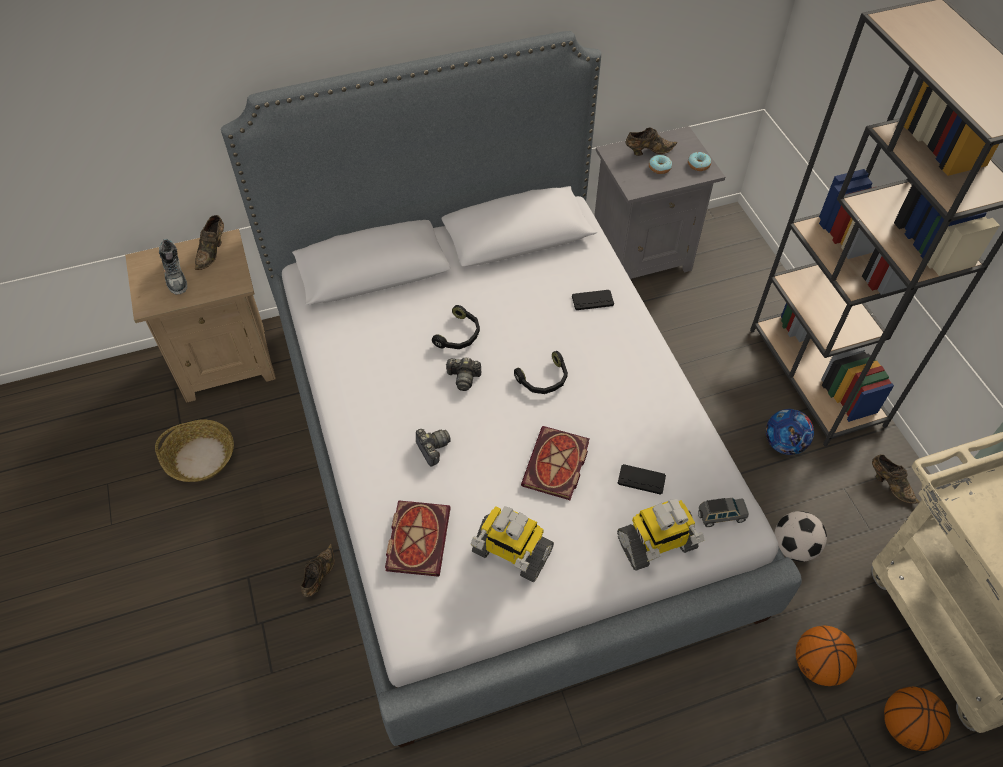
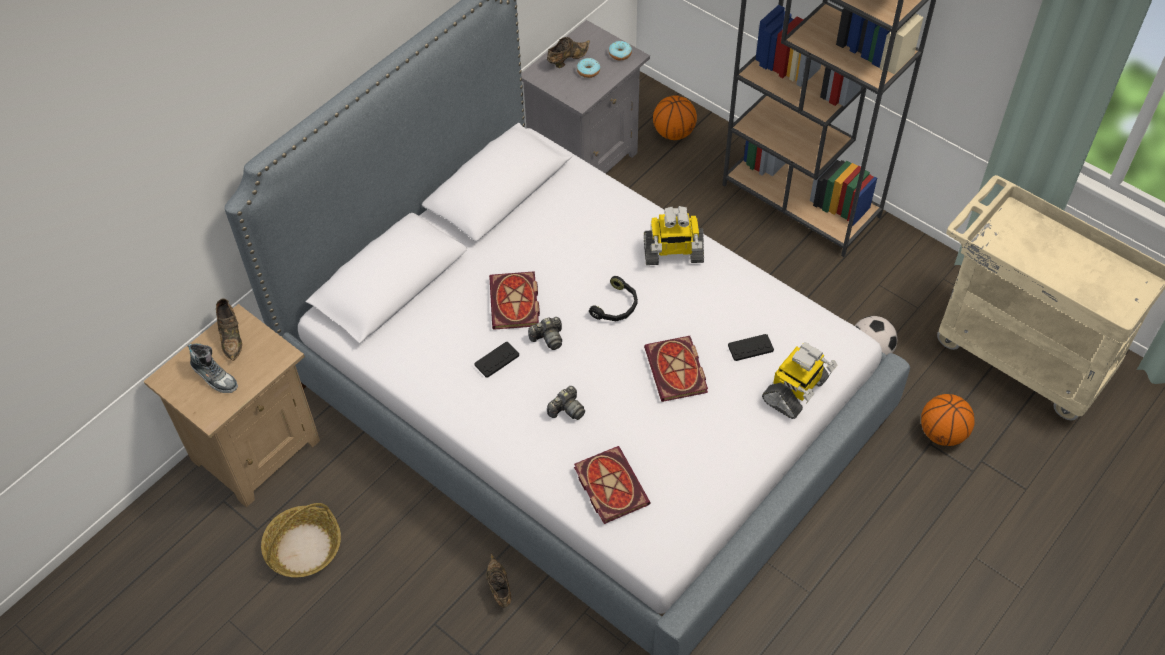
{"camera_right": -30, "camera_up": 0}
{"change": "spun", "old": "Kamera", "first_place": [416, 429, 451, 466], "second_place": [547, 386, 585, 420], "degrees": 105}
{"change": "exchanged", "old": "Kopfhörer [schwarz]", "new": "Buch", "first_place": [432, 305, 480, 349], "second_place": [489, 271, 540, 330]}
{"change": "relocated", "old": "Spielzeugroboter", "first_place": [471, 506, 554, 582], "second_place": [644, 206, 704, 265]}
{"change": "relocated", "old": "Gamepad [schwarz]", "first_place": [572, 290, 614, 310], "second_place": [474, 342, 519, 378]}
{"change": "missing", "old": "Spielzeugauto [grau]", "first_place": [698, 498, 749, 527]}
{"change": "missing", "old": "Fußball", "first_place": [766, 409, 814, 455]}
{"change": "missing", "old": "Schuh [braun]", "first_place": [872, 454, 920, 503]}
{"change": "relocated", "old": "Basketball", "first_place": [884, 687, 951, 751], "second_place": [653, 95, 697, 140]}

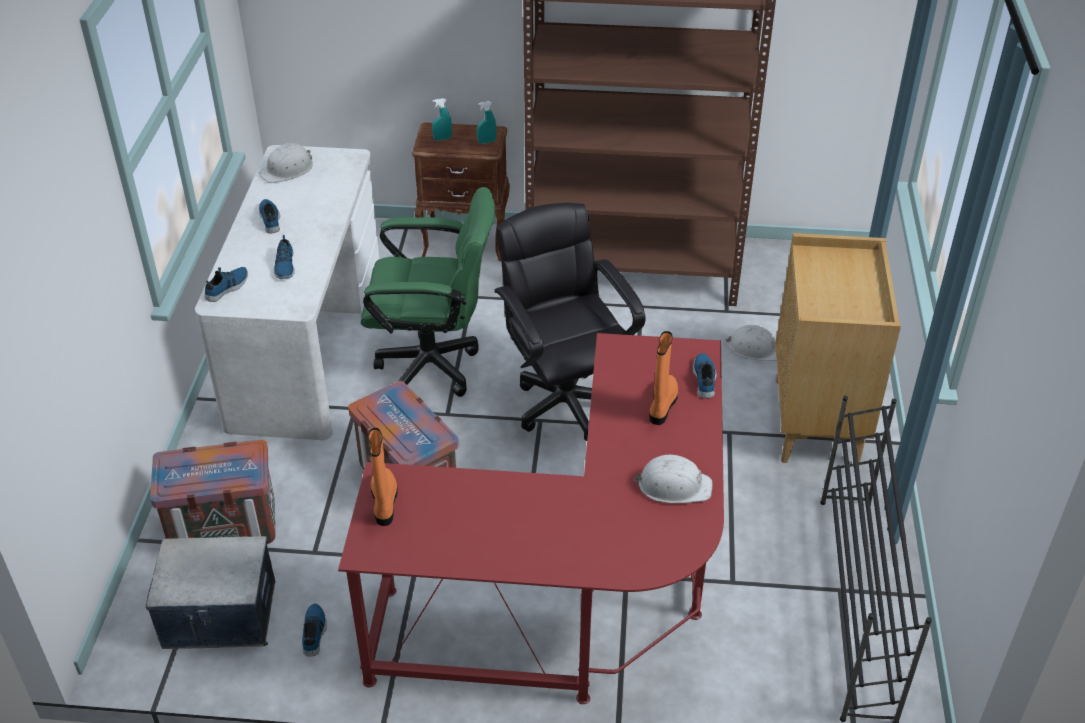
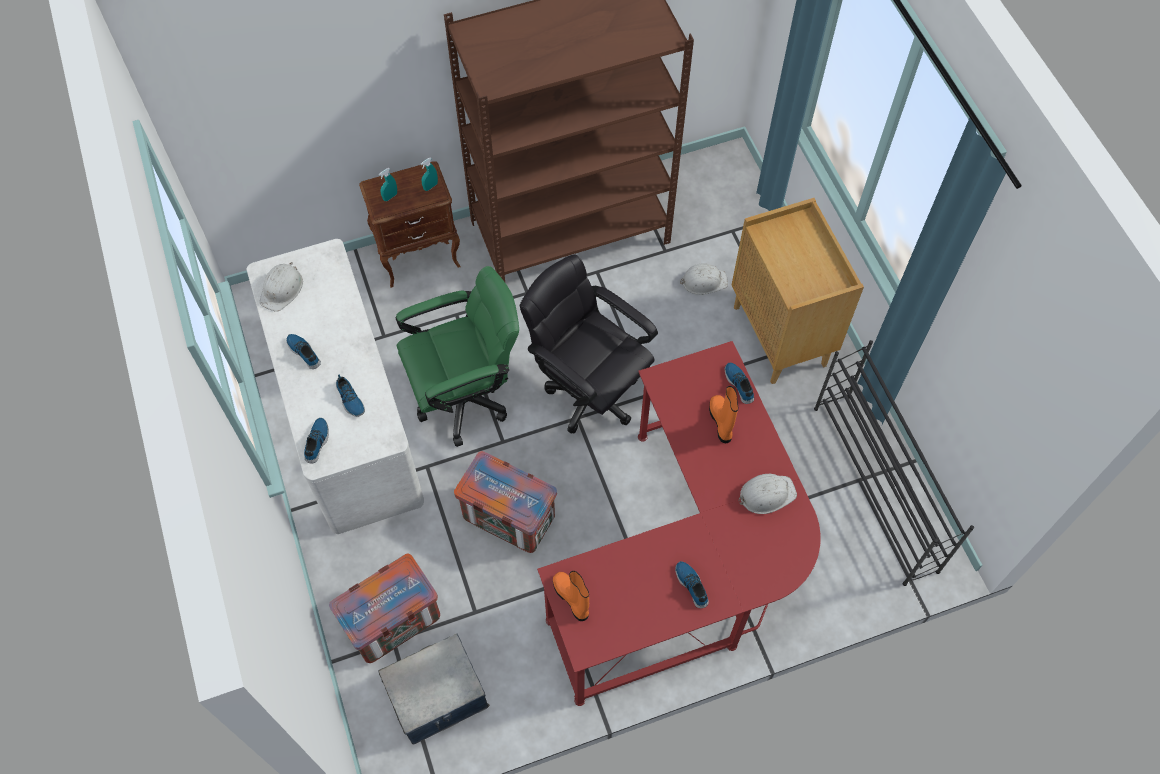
{"camera_right": -25, "camera_up": 20}
{"change": "relocated", "old": "Schuh", "first_place": [302, 603, 327, 657], "second_place": [675, 561, 709, 608]}

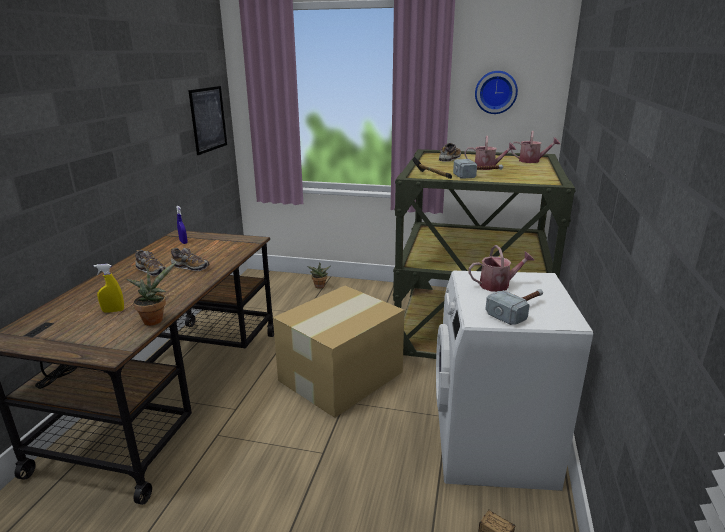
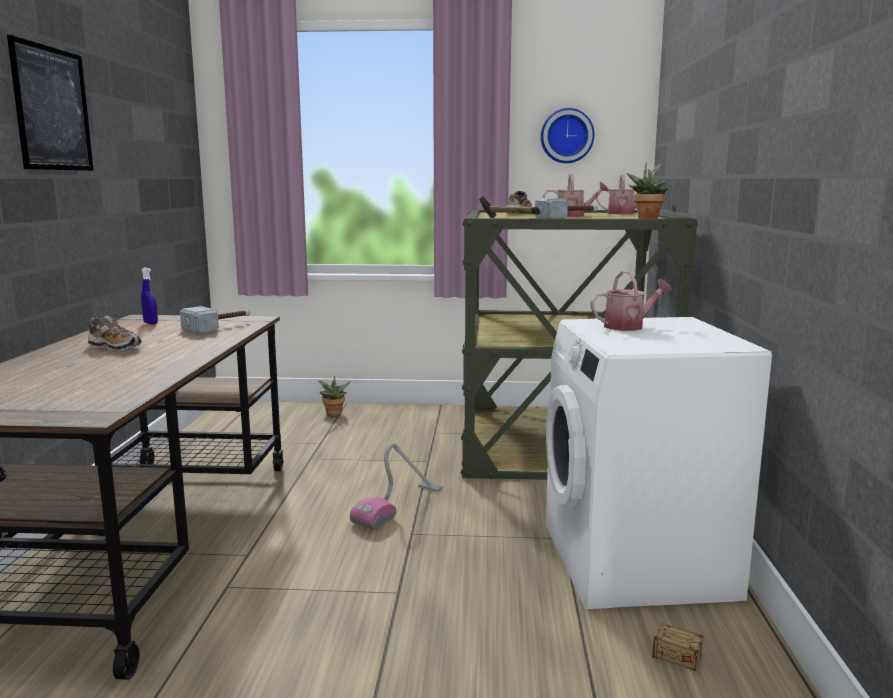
{"camera_right": -10, "camera_up": -10}
{"change": "missing", "old": "Sprühflasche [gelb]", "first_place": [94, 264, 124, 313]}
{"change": "relocated", "old": "Topfpflanze", "first_place": [126, 262, 176, 326], "second_place": [627, 163, 669, 219]}
{"change": "missing", "old": "Schuh", "first_place": [171, 248, 210, 271]}
{"change": "relocated", "old": "Bild", "first_place": [188, 86, 227, 155], "second_place": [7, 35, 94, 171]}
{"change": "exchanged", "old": "Karton", "new": "Staubsauger", "first_place": [273, 286, 404, 418], "second_place": [350, 443, 443, 530]}
{"change": "relocated", "old": "Hammer", "first_place": [485, 289, 543, 325], "second_place": [180, 306, 251, 334]}

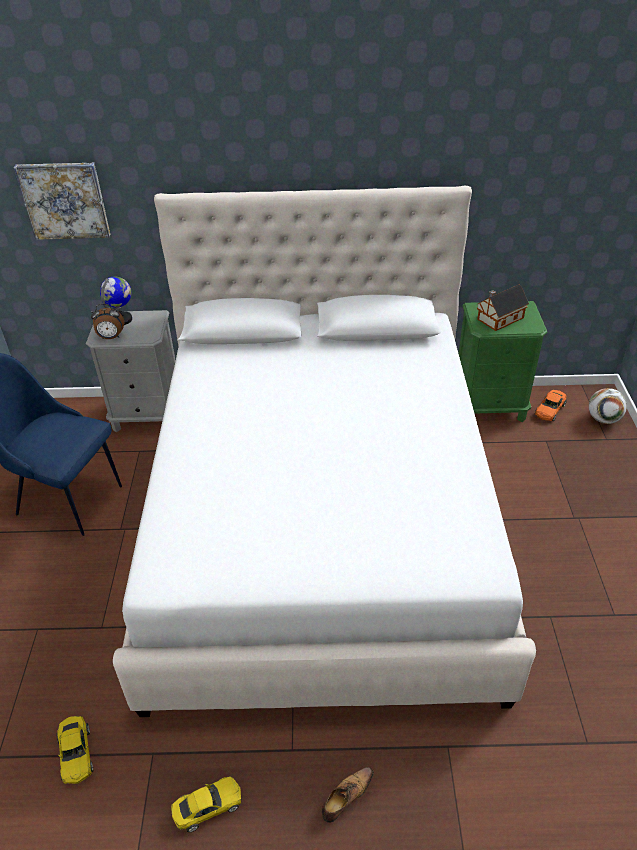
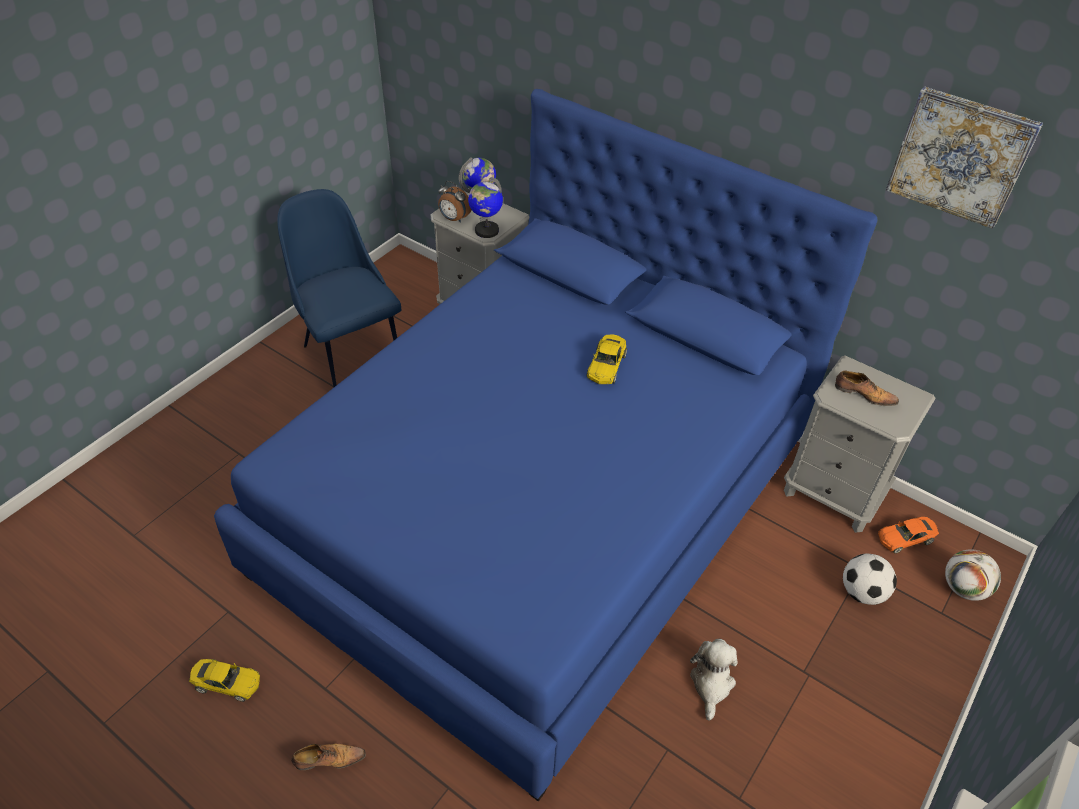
{"camera_right": 35, "camera_up": 5}
{"change": "relocated", "old": "Bild", "first_place": [14, 163, 110, 240], "second_place": [886, 86, 1043, 229]}
{"change": "relocated", "old": "Spielzeugauto [gelb]", "first_place": [57, 716, 93, 784], "second_place": [586, 334, 627, 384]}
{"change": "colour", "old": "Bett [weiß]", "new": "Bett [blau]", "first_place": [113, 186, 536, 717], "second_place": [214, 89, 877, 802]}
{"change": "colour", "old": "Nachttisch [grün]", "new": "Nachttisch [grau]", "first_place": [459, 301, 548, 422], "second_place": [784, 356, 936, 533]}
{"change": "exchanged", "old": "Spielzeughaus", "new": "Schuh", "first_place": [477, 285, 529, 331], "second_place": [835, 371, 899, 406]}
{"change": "appeared", "new": "Globus", "second_place": [468, 177, 503, 238]}
{"change": "appeared", "new": "Plüschtier", "second_place": [690, 639, 738, 721]}
{"change": "appeared", "new": "Fußball", "second_place": [843, 554, 897, 605]}

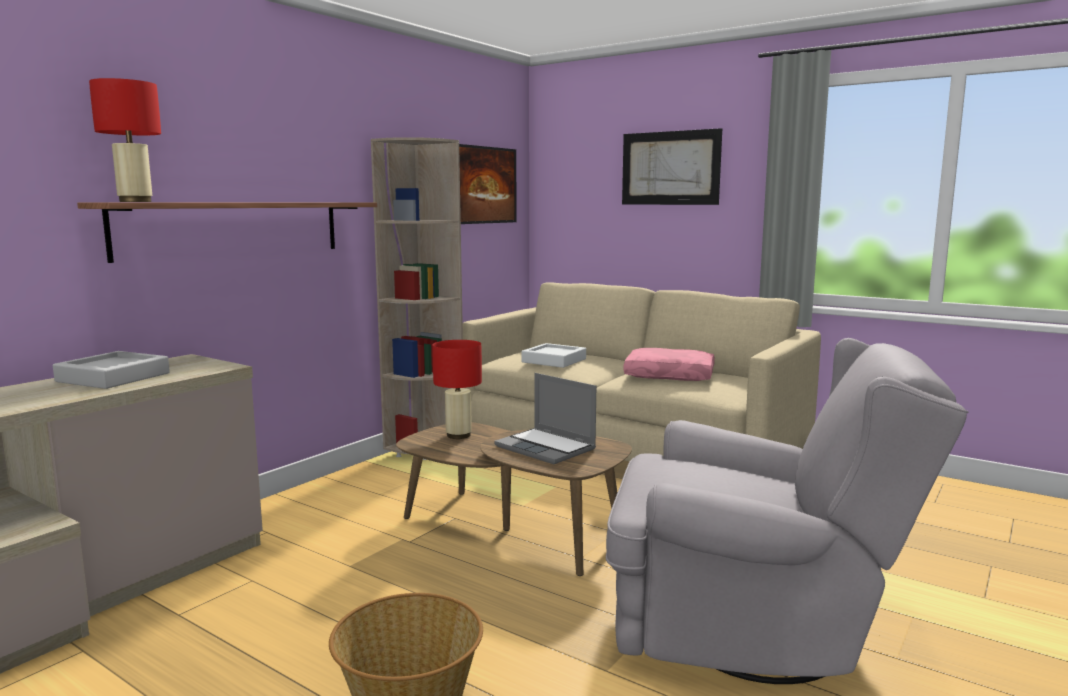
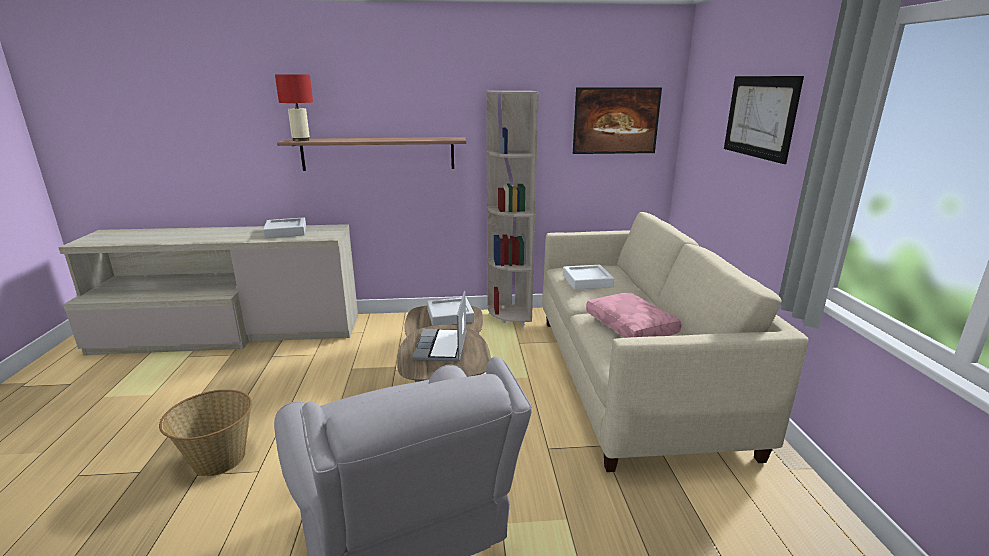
{"camera_right": 50, "camera_up": 10}
{"change": "exchanged", "old": "Tischlampe [rot]", "new": "Tablett [grau]", "first_place": [432, 340, 482, 439], "second_place": [427, 297, 474, 326]}

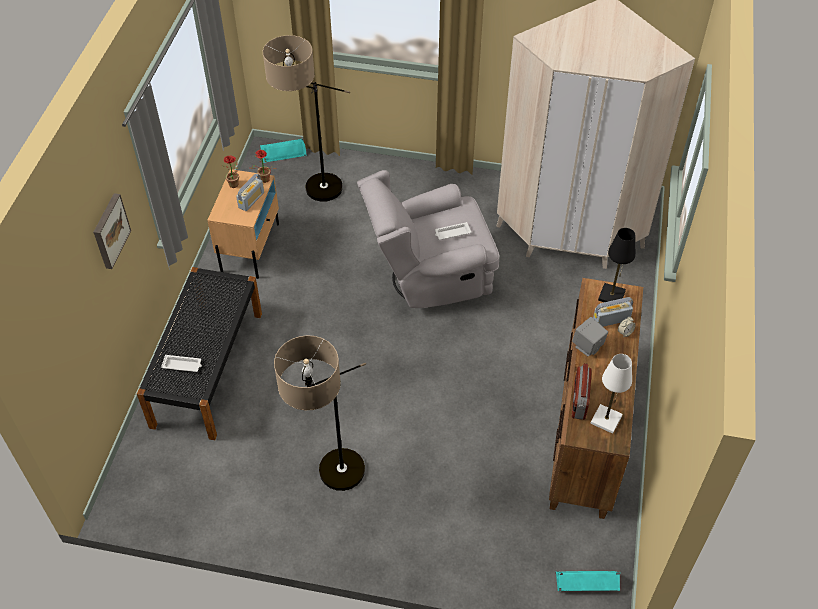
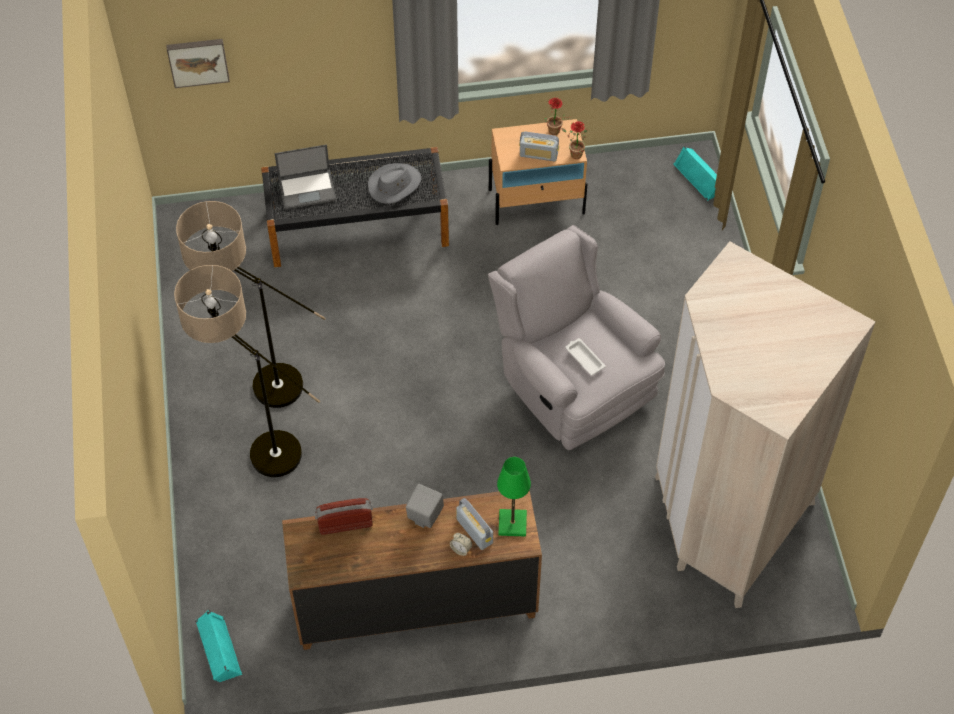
{"camera_right": 70, "camera_up": 5}
{"change": "relocated", "old": "Bild", "first_place": [93, 193, 131, 269], "second_place": [166, 39, 230, 88]}
{"change": "exchanged", "old": "Tablett [weiß]", "new": "Laptop", "first_place": [161, 355, 202, 372], "second_place": [275, 144, 337, 210]}
{"change": "relocated", "old": "Stehlampe", "first_place": [263, 35, 350, 202], "second_place": [174, 265, 320, 477]}
{"change": "missing", "old": "Tischlampe [weiß]", "first_place": [590, 354, 632, 434]}
{"change": "colour", "old": "Tischlampe [schwarz]", "new": "Tischlampe [grün]", "first_place": [598, 228, 636, 302], "second_place": [497, 457, 531, 537]}
{"change": "appeared", "new": "Hut [grau]", "second_place": [368, 163, 421, 204]}

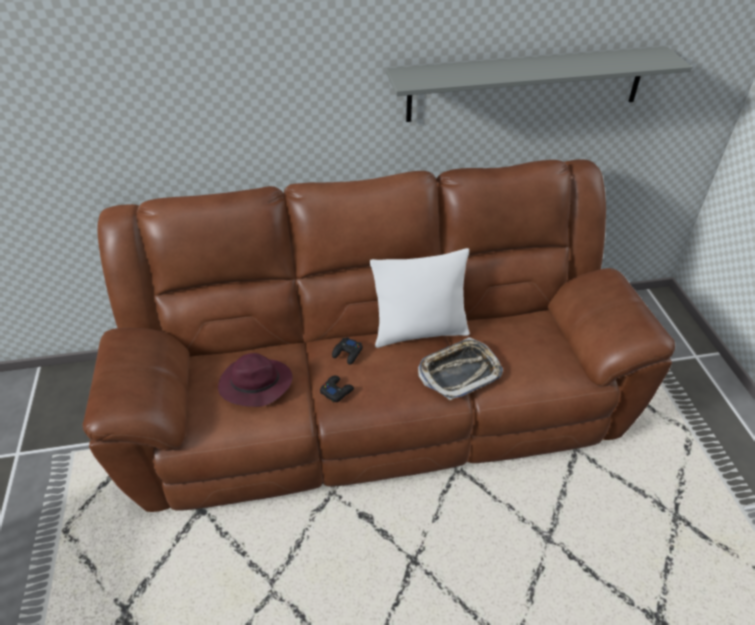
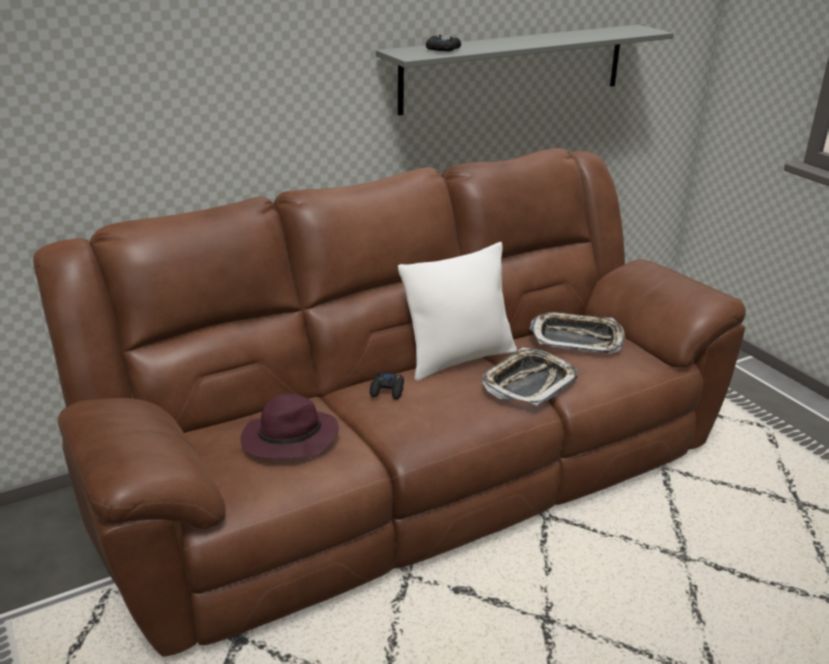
{"camera_right": -20, "camera_up": -15}
{"change": "relocated", "old": "Gamepad [schwarz]", "first_place": [320, 376, 354, 402], "second_place": [426, 35, 461, 51]}
{"change": "appeared", "new": "Tablett", "second_place": [530, 312, 625, 354]}

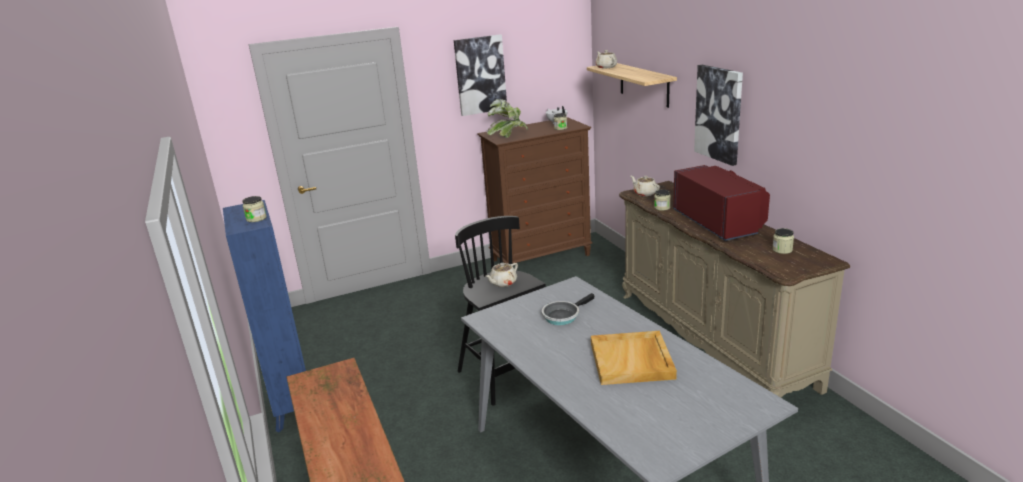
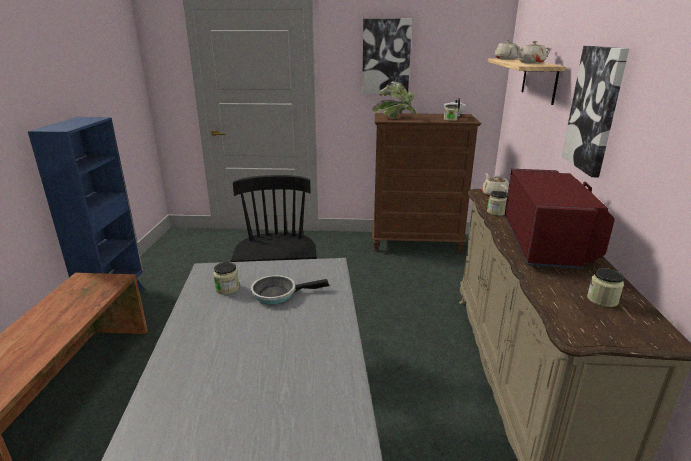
{"camera_right": 25, "camera_up": 0}
{"change": "relocated", "old": "Vorratsglas", "first_place": [242, 196, 267, 222], "second_place": [213, 262, 239, 295]}
{"change": "relocated", "old": "Teekanne [beige]", "first_place": [485, 263, 518, 287], "second_place": [516, 41, 550, 64]}
{"change": "missing", "old": "Tablett [beige]", "first_place": [591, 331, 677, 385]}

